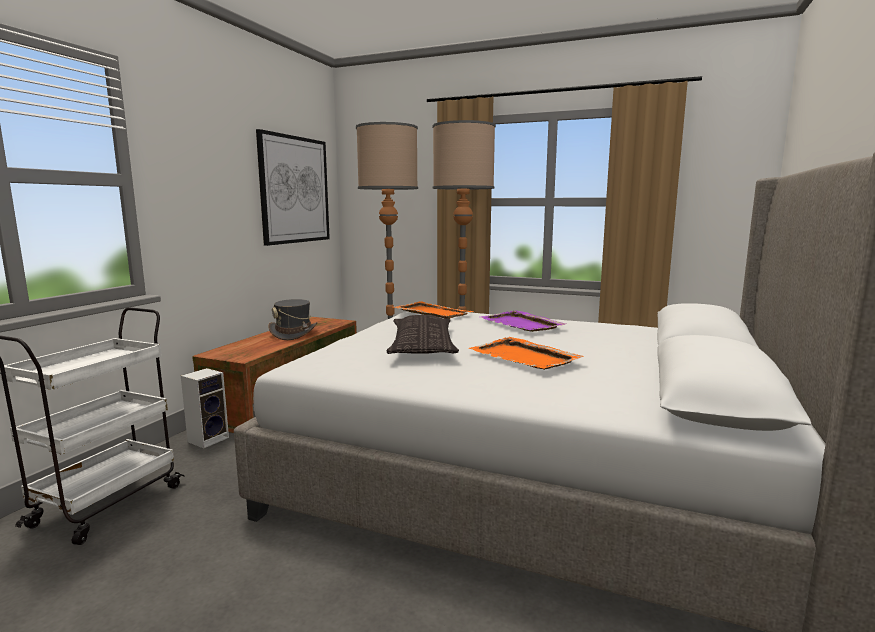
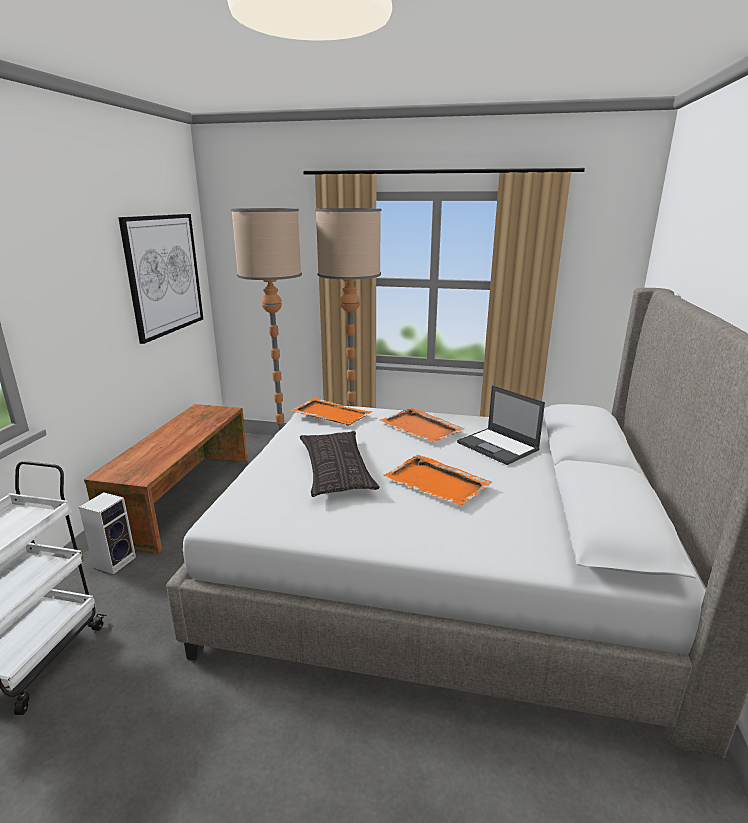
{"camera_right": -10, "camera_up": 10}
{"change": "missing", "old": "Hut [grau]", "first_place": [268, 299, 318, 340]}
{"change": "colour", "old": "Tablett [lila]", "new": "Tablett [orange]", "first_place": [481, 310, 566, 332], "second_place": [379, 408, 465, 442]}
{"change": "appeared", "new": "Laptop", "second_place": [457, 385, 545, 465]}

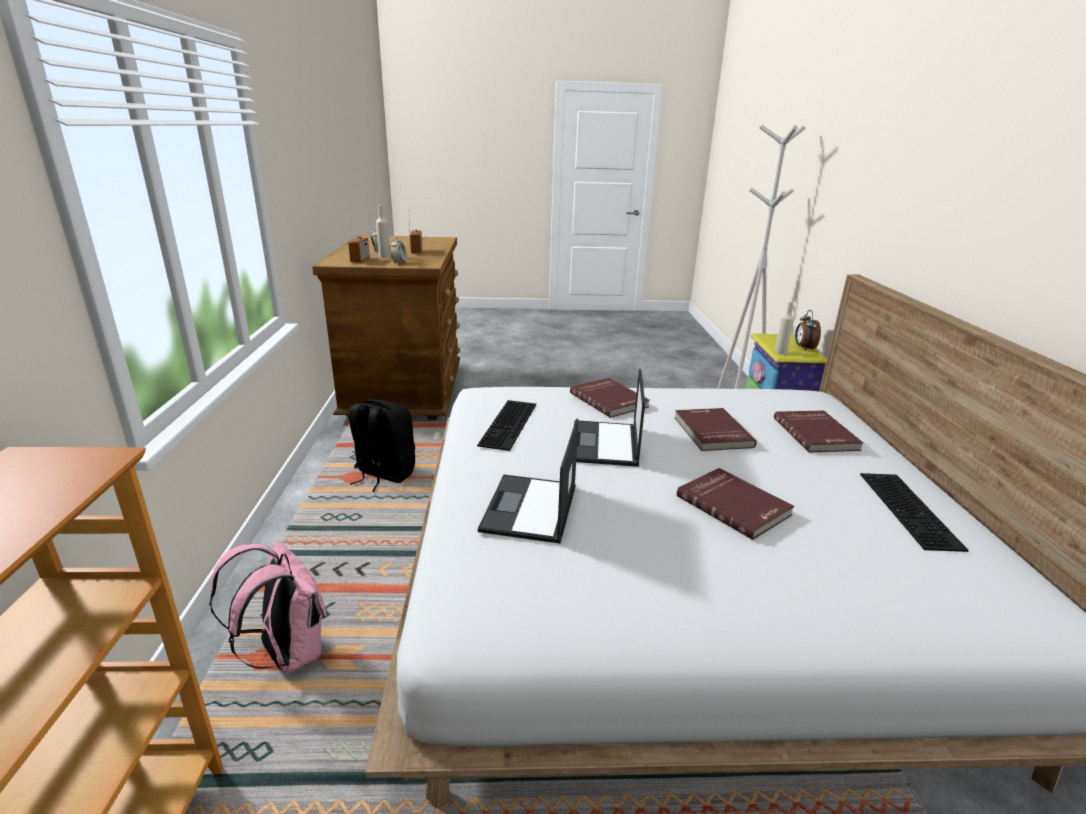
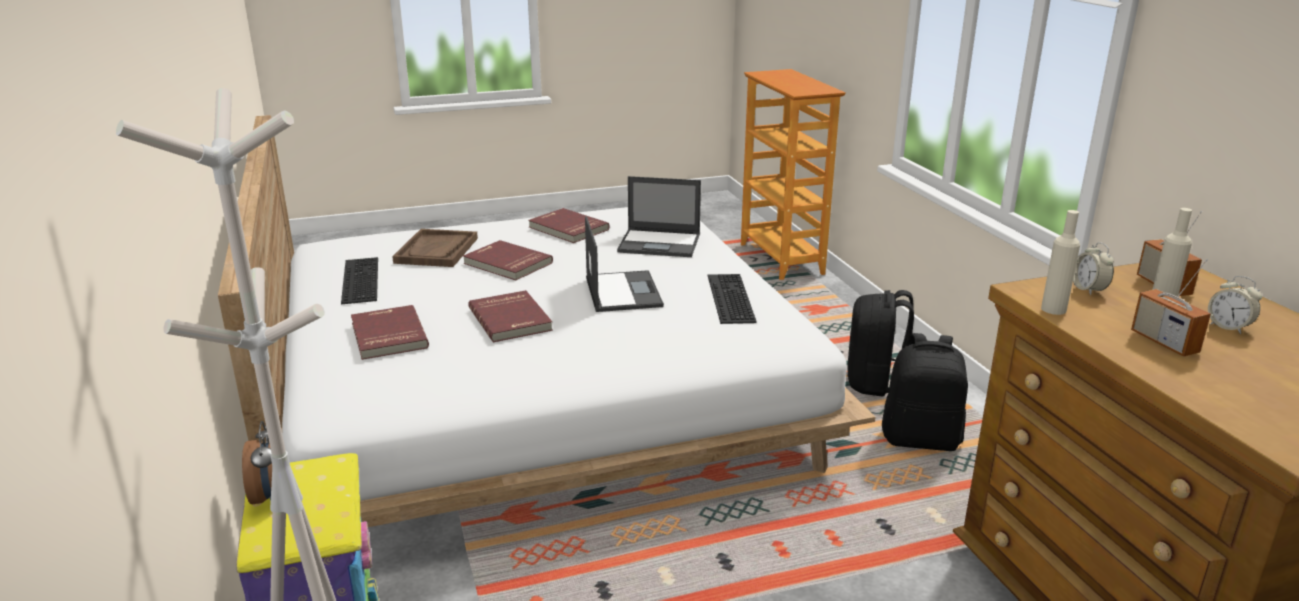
{"camera_right": 165, "camera_up": 0}
{"change": "missing", "old": "Rucksack [rosa]", "first_place": [210, 541, 326, 674]}
{"change": "spun", "old": "Laptop", "first_place": [478, 418, 578, 544], "second_place": [617, 176, 701, 257], "degrees": 105}
{"change": "relocated", "old": "Buch [rot]", "first_place": [570, 378, 650, 418], "second_place": [528, 208, 609, 243]}
{"change": "relocated", "old": "Flasche [beige]", "first_place": [775, 301, 794, 355], "second_place": [1041, 210, 1080, 315]}
{"change": "appeared", "new": "Tablett [braun]", "second_place": [392, 229, 478, 267]}
{"change": "appeared", "new": "Rucksack [schwarz]", "second_place": [847, 290, 914, 396]}

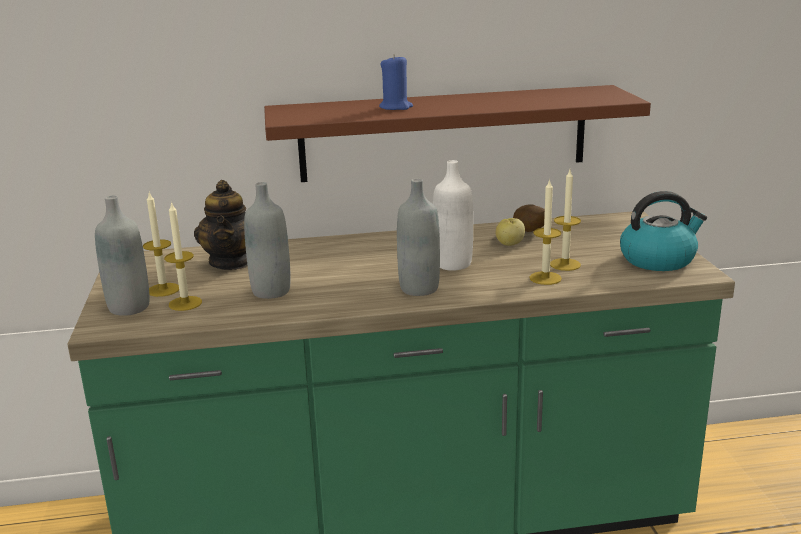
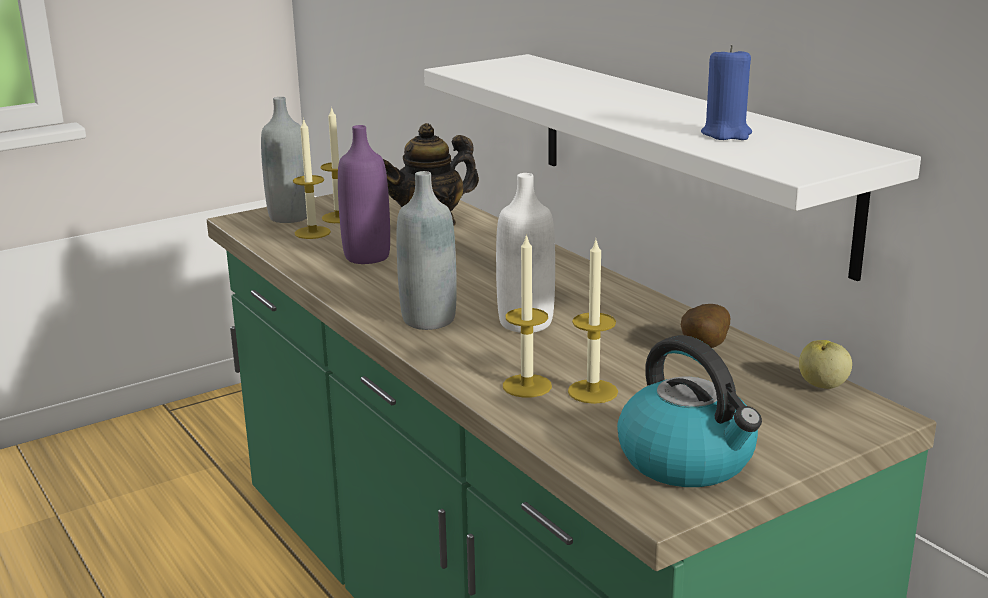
{"camera_right": 65, "camera_up": 0}
{"change": "colour", "old": "Flasche [grau]", "new": "Flasche [lila]", "first_place": [244, 182, 291, 299], "second_place": [338, 125, 390, 264]}
{"change": "colour", "old": "Wandregal [braun]", "new": "Wandregal [weiß]", "first_place": [264, 85, 651, 182], "second_place": [424, 54, 921, 281]}
{"change": "relocated", "old": "Kerze [blau]", "first_place": [379, 54, 413, 110], "second_place": [701, 45, 752, 140]}
{"change": "relocated", "old": "Apfel", "first_place": [496, 218, 525, 246], "second_place": [799, 340, 852, 389]}

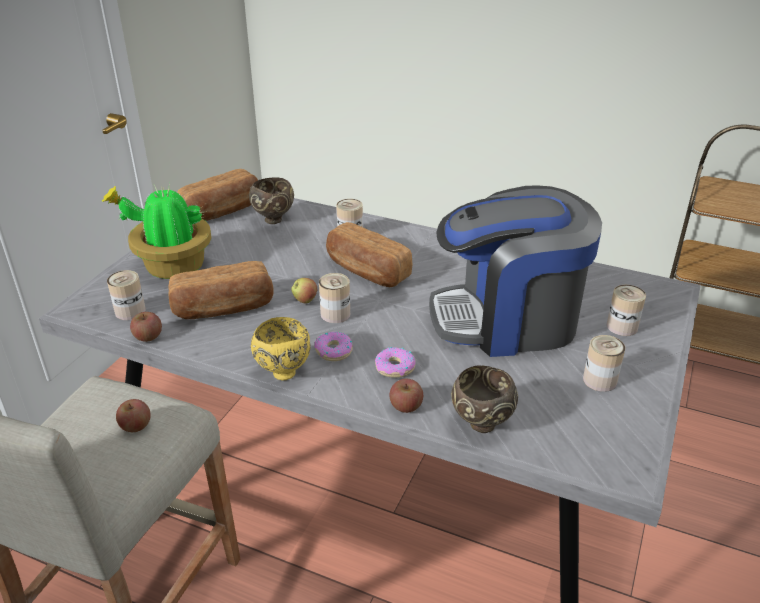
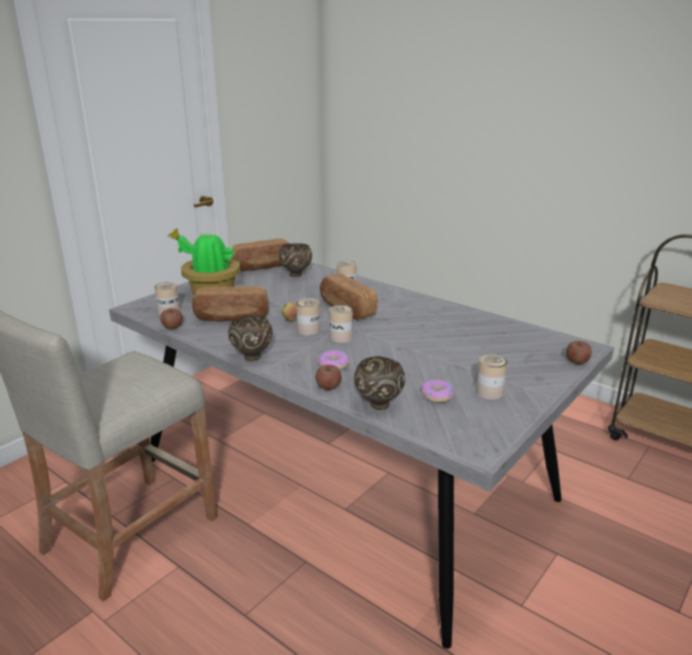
{"camera_right": 15, "camera_up": -10}
{"change": "relocated", "old": "Apfel", "first_place": [116, 399, 151, 432], "second_place": [566, 341, 592, 364]}
{"change": "colour", "old": "Schüssel [gelb]", "new": "Schüssel [braun]", "first_place": [251, 317, 311, 380], "second_place": [228, 315, 272, 361]}
{"change": "relocated", "old": "Donut", "first_place": [314, 332, 353, 361], "second_place": [421, 379, 454, 402]}
{"change": "missing", "old": "Kaffeemaschine", "first_place": [429, 185, 602, 357]}
{"change": "relocated", "old": "Dose", "first_place": [606, 285, 646, 336], "second_place": [329, 305, 353, 343]}

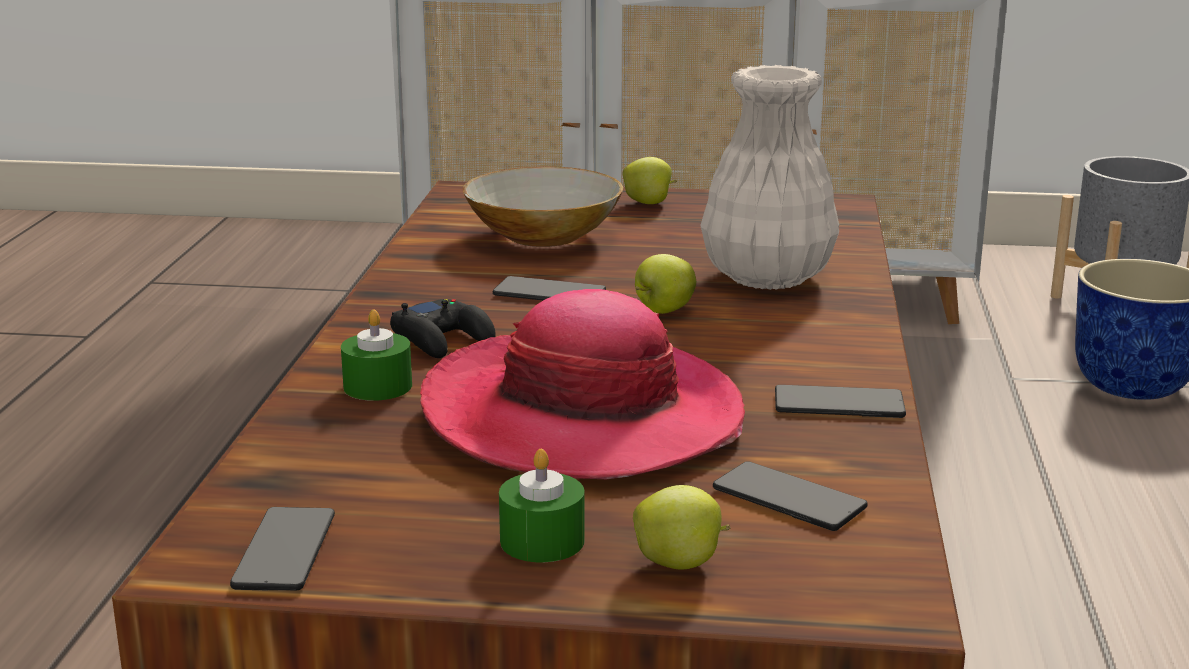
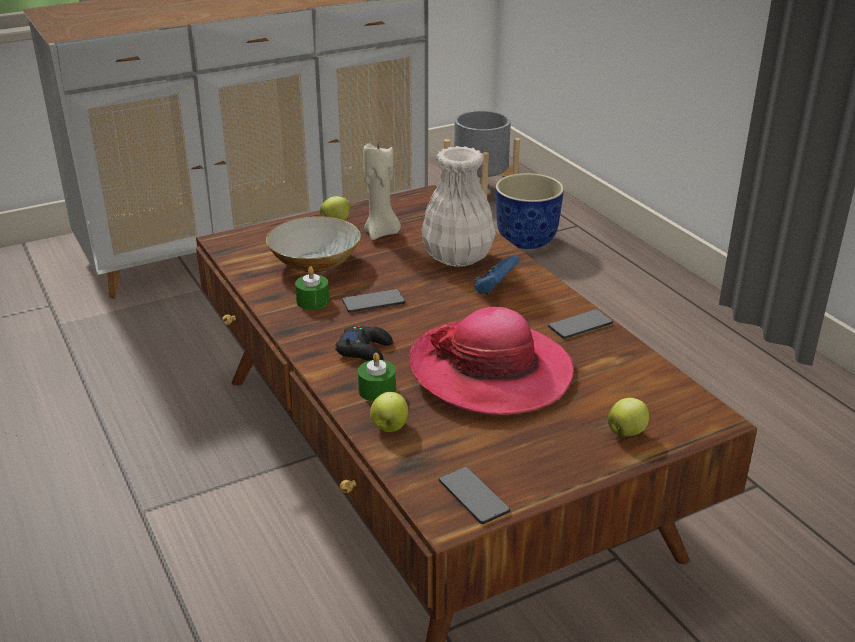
{"camera_right": -35, "camera_up": 10}
{"change": "relocated", "old": "Kerze [grün]", "first_place": [499, 449, 585, 562], "second_place": [295, 266, 329, 310]}
{"change": "relocated", "old": "Apfel", "first_place": [635, 254, 696, 314], "second_place": [370, 392, 408, 432]}
{"change": "missing", "old": "Handy", "first_place": [713, 461, 868, 531]}
{"change": "appeared", "new": "Kerze [beige]", "second_place": [363, 143, 401, 240]}
{"change": "appeared", "new": "Gamepad [blau]", "second_place": [474, 255, 520, 294]}

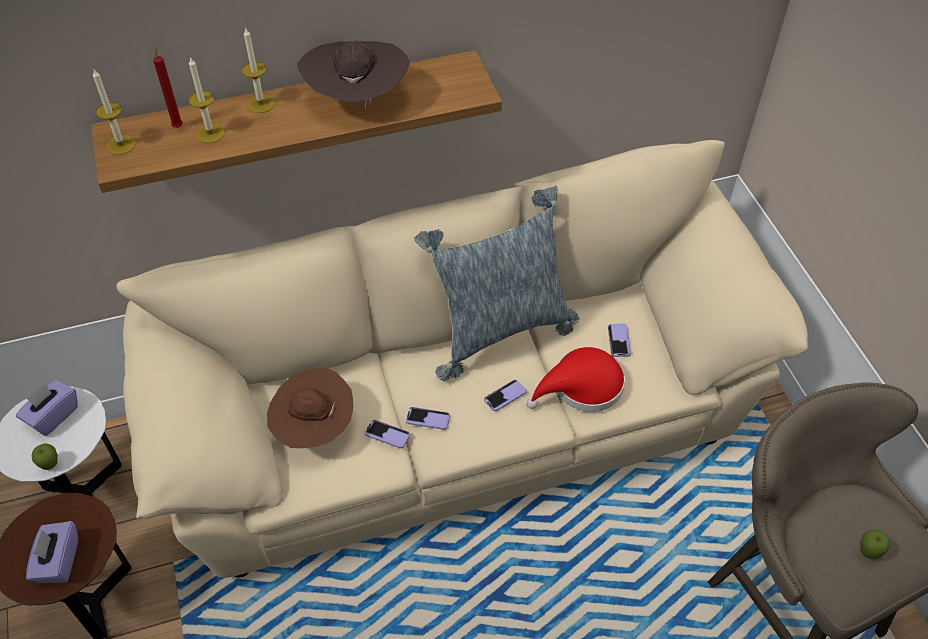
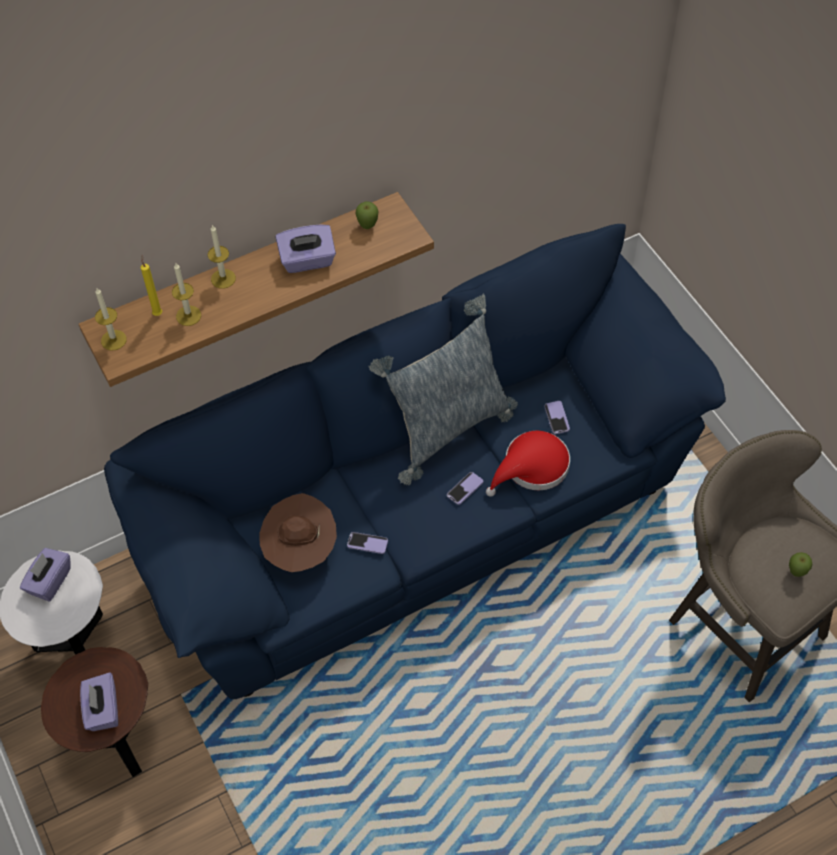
{"camera_right": -10, "camera_up": 5}
{"change": "relocated", "old": "Apfel", "first_place": [32, 443, 58, 470], "second_place": [356, 201, 378, 229]}
{"change": "colour", "old": "Sofa [beige]", "new": "Sofa [blau]", "first_place": [116, 140, 808, 578], "second_place": [104, 224, 726, 699]}
{"change": "colour", "old": "Kerze [rot]", "new": "Kerze [gelb]", "first_place": [153, 45, 183, 128], "second_place": [141, 255, 162, 316]}
{"change": "exchanged", "old": "Hut [braun]", "new": "Taschentuchbox [lila]", "first_place": [297, 41, 410, 110], "second_place": [276, 225, 336, 273]}
{"change": "missing", "old": "Handy", "first_place": [406, 407, 450, 430]}

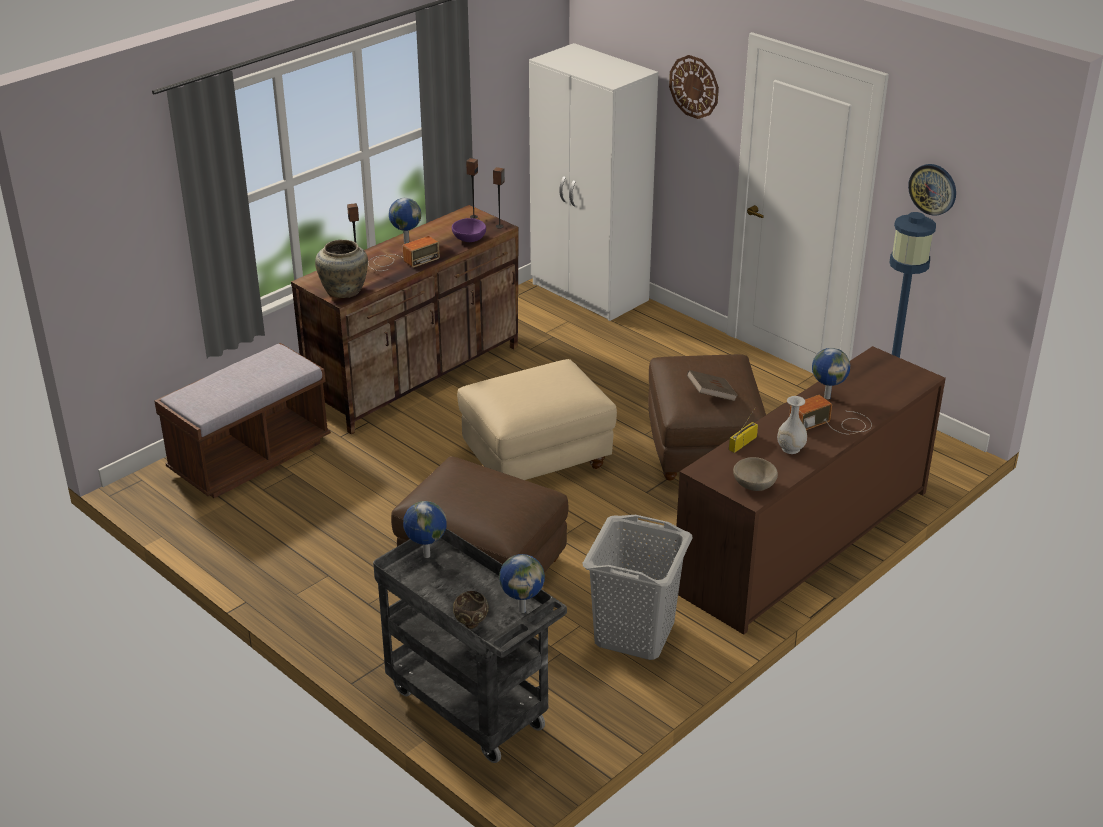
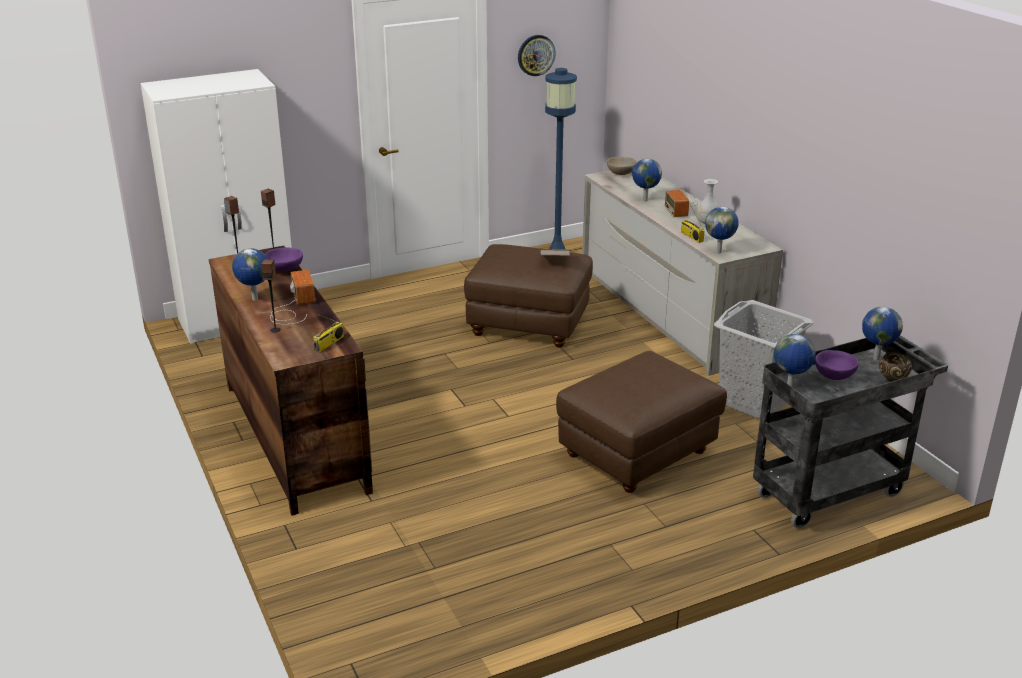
{"camera_right": -70, "camera_up": -5}
{"change": "missing", "old": "Bank [braun]", "first_place": [154, 343, 331, 498]}
{"change": "exchanged", "old": "Vase [beige]", "new": "Radio", "first_place": [315, 240, 368, 298], "second_place": [313, 314, 344, 352]}
{"change": "missing", "old": "Polsterhocker [beige]", "first_place": [457, 359, 617, 480]}
{"change": "missing", "old": "Wanduhr", "first_place": [669, 55, 719, 119]}
{"change": "colour", "old": "Kommode [braun]", "new": "Kommode [weiß]", "first_place": [676, 346, 946, 635], "second_place": [582, 170, 783, 376]}
{"change": "relocated", "old": "Schüssel [beige]", "first_place": [733, 457, 778, 491], "second_place": [607, 157, 637, 175]}
{"change": "appeared", "new": "Globus", "second_place": [705, 207, 739, 253]}
{"change": "appeared", "new": "Schüssel [lila]", "second_place": [815, 350, 859, 380]}

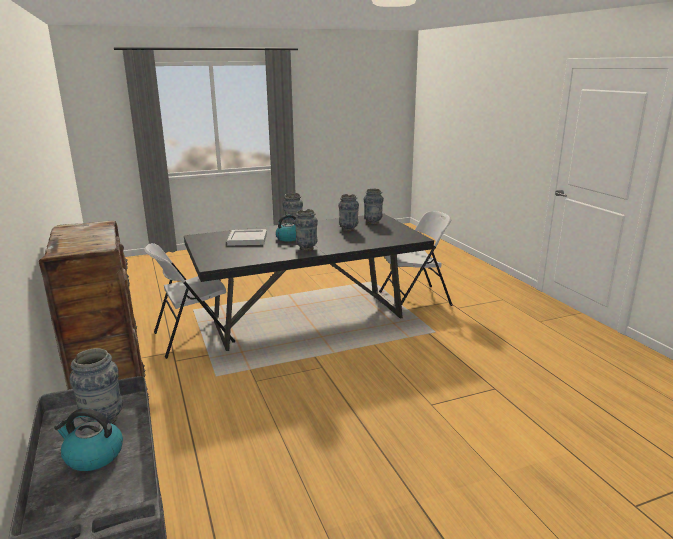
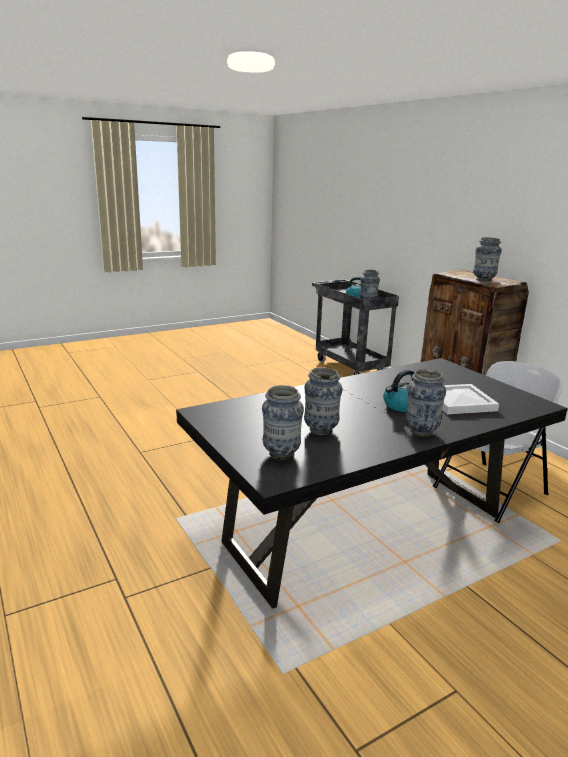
{"camera_right": 170, "camera_up": 0}
{"change": "relocated", "old": "Vase", "first_place": [295, 209, 318, 251], "second_place": [473, 237, 502, 282]}
{"change": "missing", "old": "Stuhl [weiß]", "first_place": [379, 211, 452, 306]}

